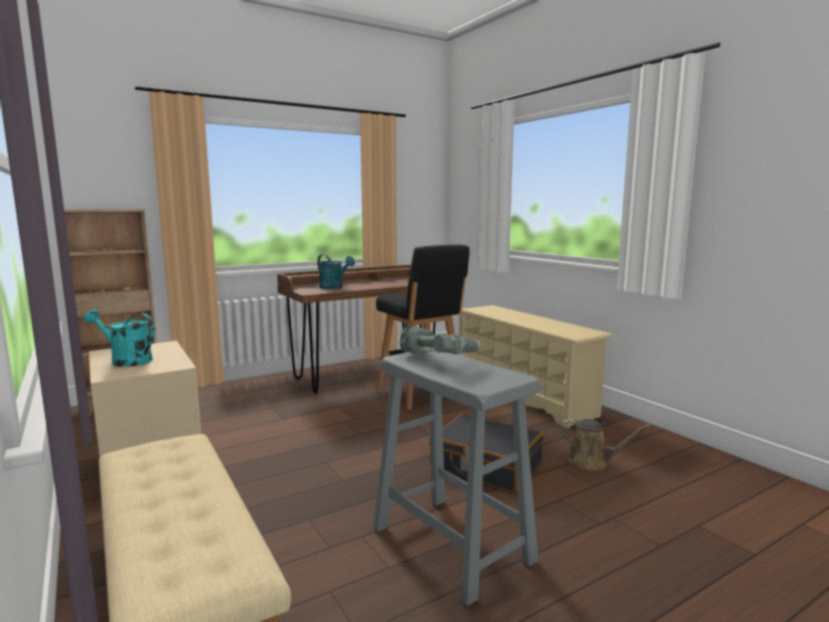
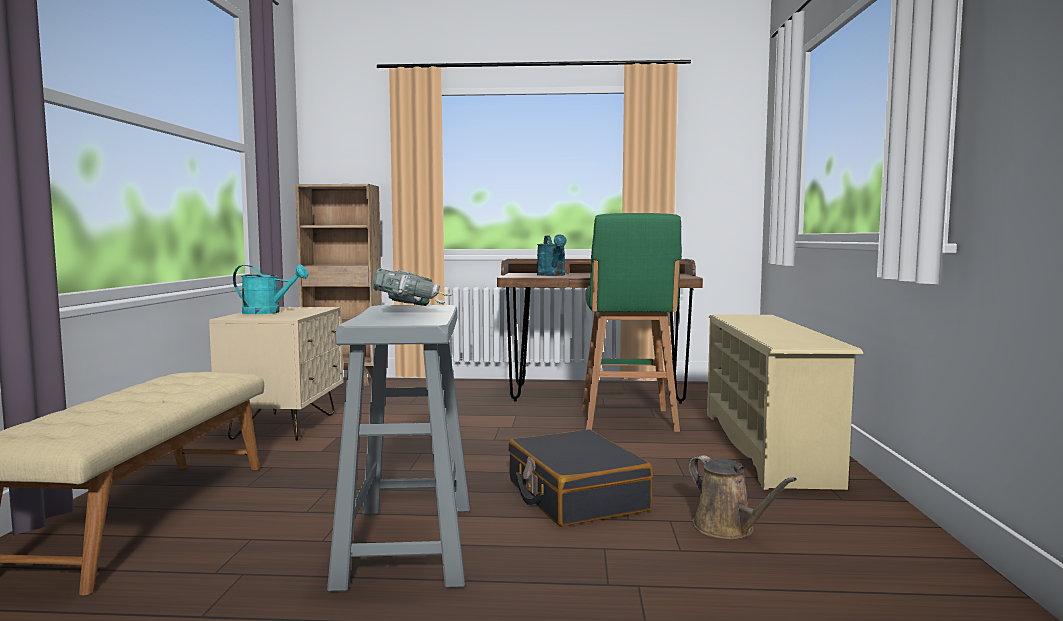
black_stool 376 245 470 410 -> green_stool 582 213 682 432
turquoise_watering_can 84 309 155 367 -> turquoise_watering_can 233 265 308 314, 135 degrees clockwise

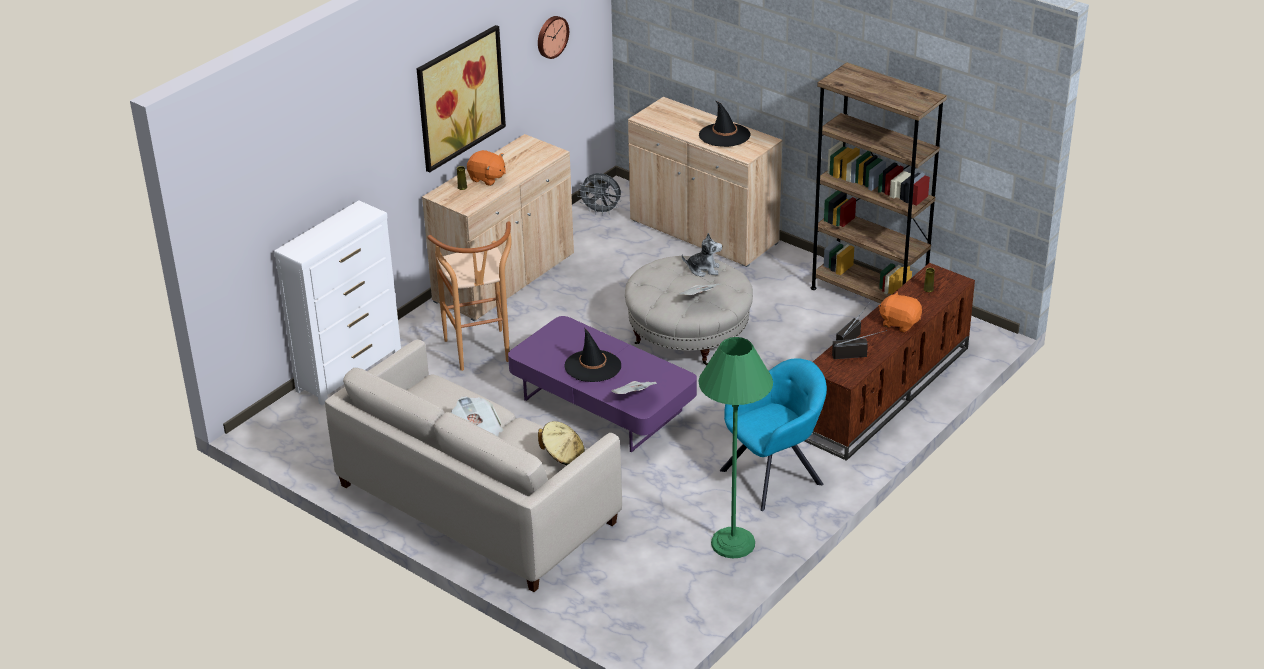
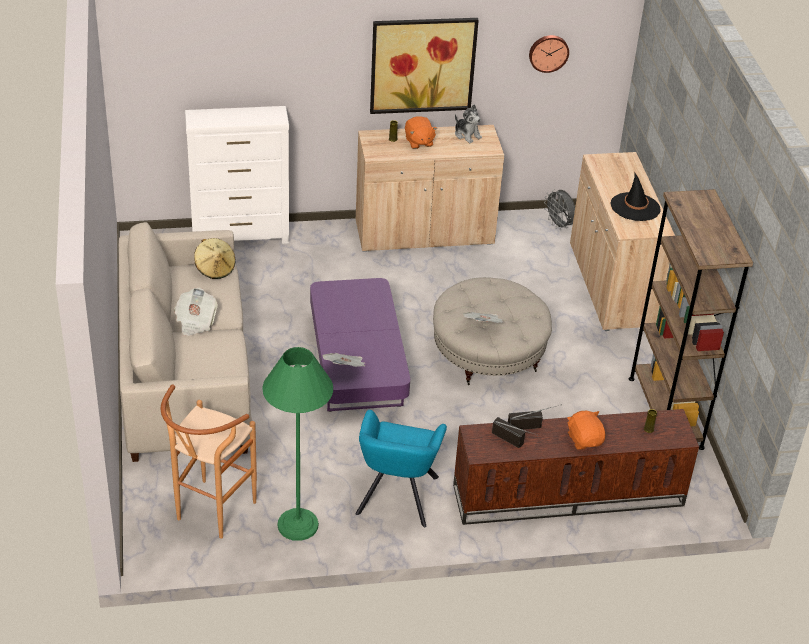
brown_stool 427 221 512 371 -> brown_stool 161 385 257 539, shifted
plush_toy 682 233 722 277 -> plush_toy 455 104 482 143, shifted
black_hat 564 327 621 382 -> none
turquoise_armchair 720 358 827 511 -> turquoise_armchair 355 410 447 527, 90 degrees clockwise
beige_hat 538 421 585 465 -> beige_hat 194 238 236 279, shifted

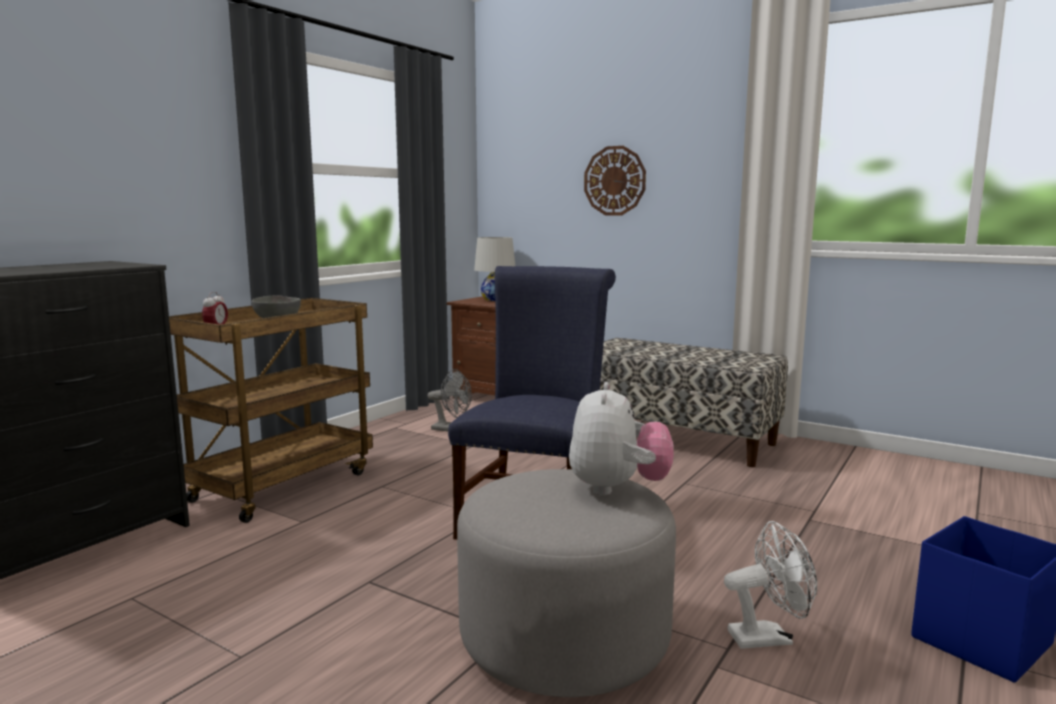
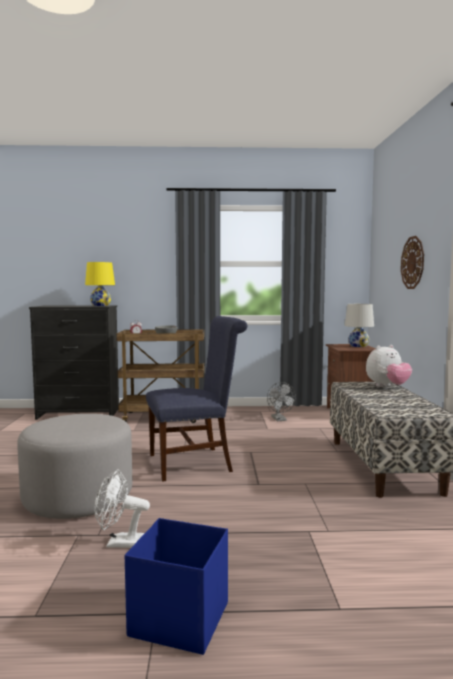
plush_toy 569 382 674 496 -> plush_toy 366 345 412 387, shifted
white_fan 724 521 817 649 -> white_fan 95 469 150 548, 135 degrees clockwise
none -> yellow_table_lamp 85 262 115 306

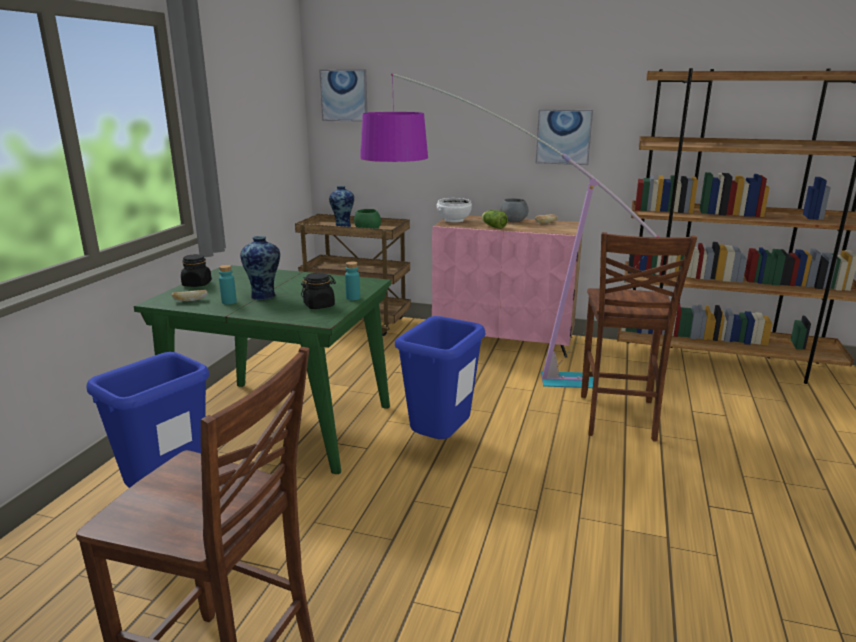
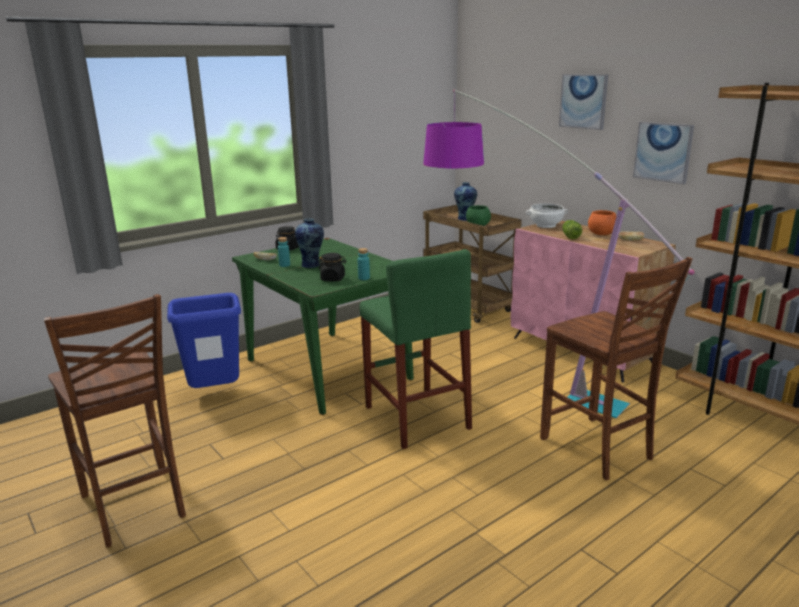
picture 319 69 368 122 -> picture 559 74 608 130, shifted
grey_bowl 500 198 528 222 -> orange_bowl 588 210 616 235
brown_chair 581 232 697 442 -> brown_chair 540 257 693 480, 75 degrees counterclockwise
blue_trash_can 395 316 486 439 -> green_stool 359 249 472 449

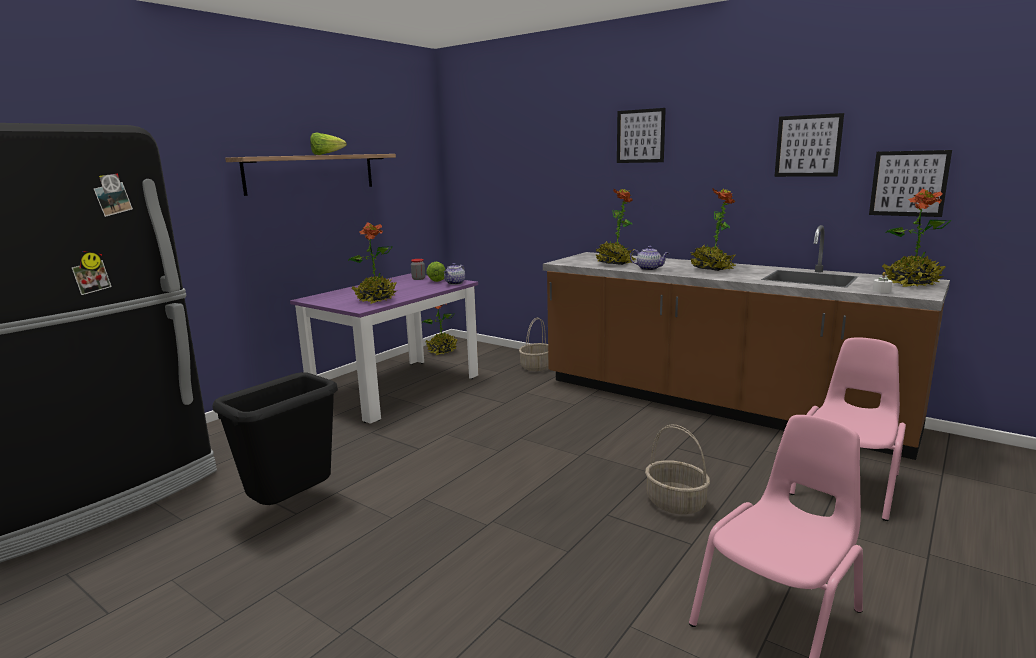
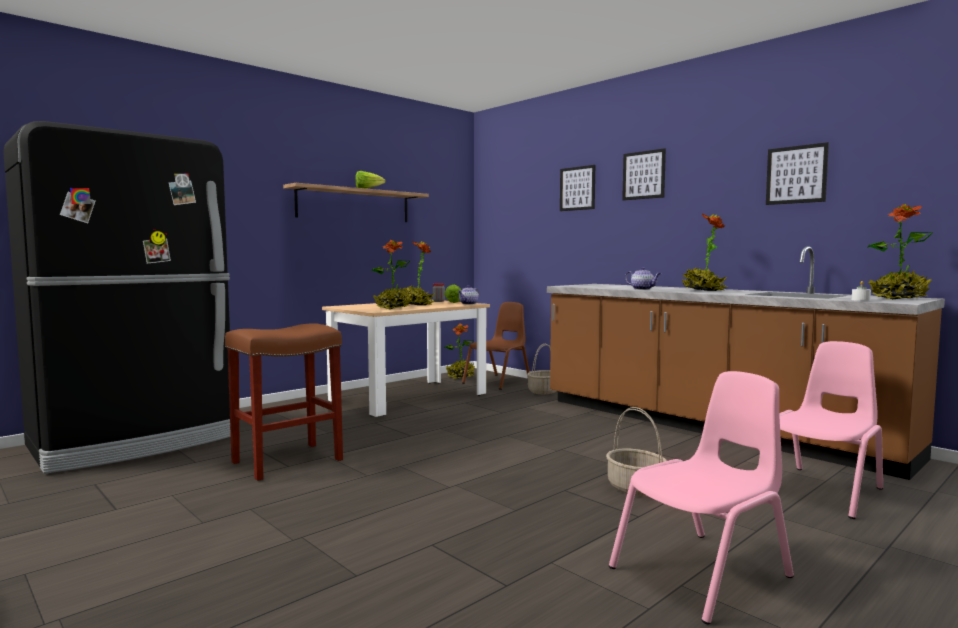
picture 869 150 952 217 -> picture 560 165 595 211, shifted
potted_plant 596 188 636 265 -> potted_plant 402 241 434 305, shifted
purple_dining_table 290 273 478 424 -> beige_dining_table 322 300 490 417
black_trash_can 213 372 338 505 -> brown_stool 225 323 343 481
none -> brown_chair 462 302 530 390

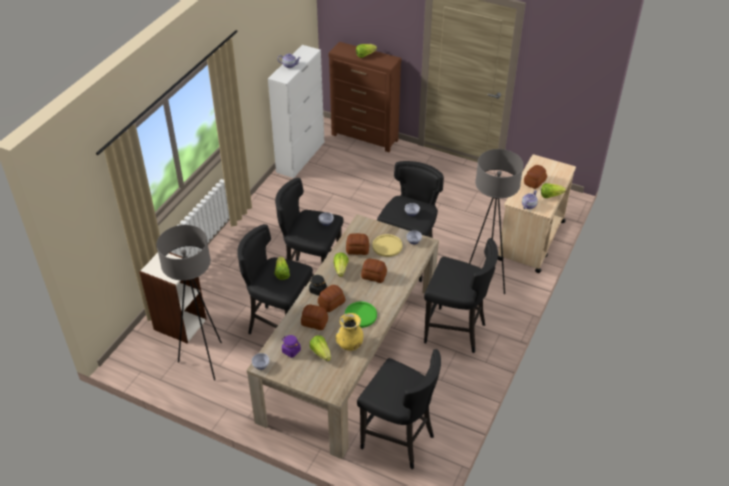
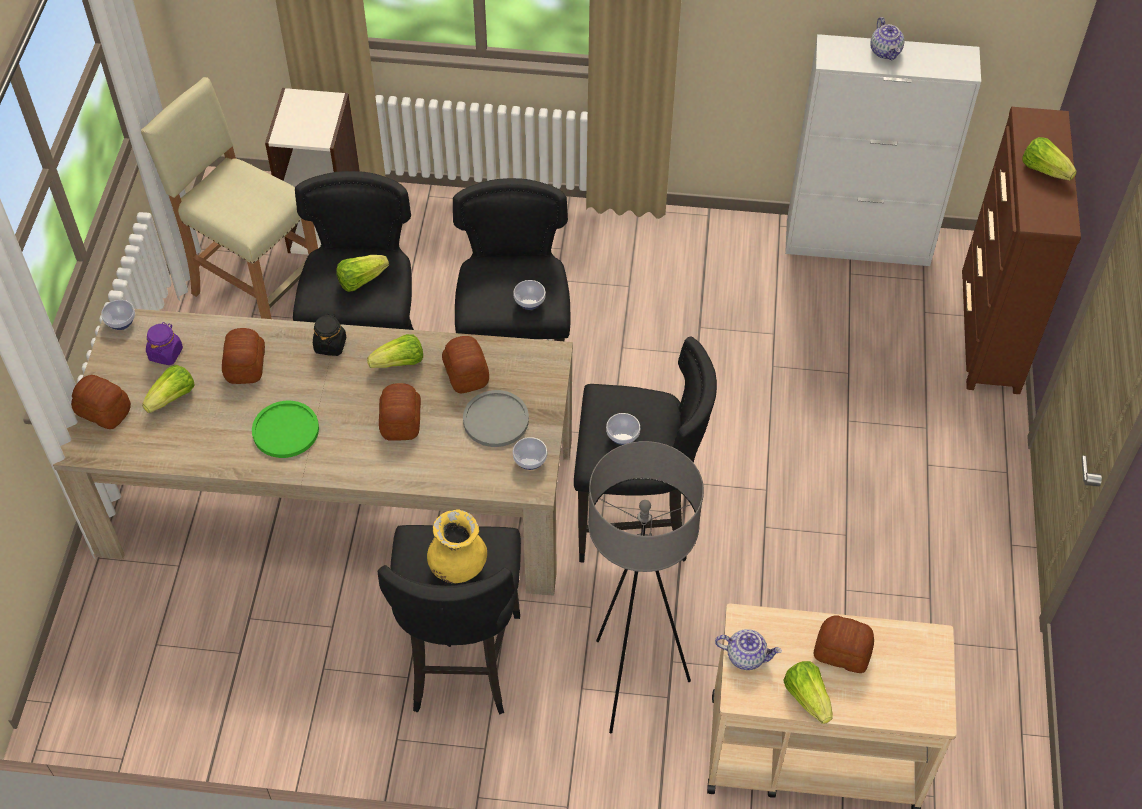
grey_floor_lamp 156 225 222 381 -> beige_stool 141 77 318 319
yellow_plate 373 234 402 257 -> grey_plate 463 390 529 447
bread 318 285 345 312 -> bread 71 375 131 429, shifted
yellow_vase 336 313 363 351 -> yellow_vase 427 509 487 584, shifted
black_stool 357 349 441 469 -> none

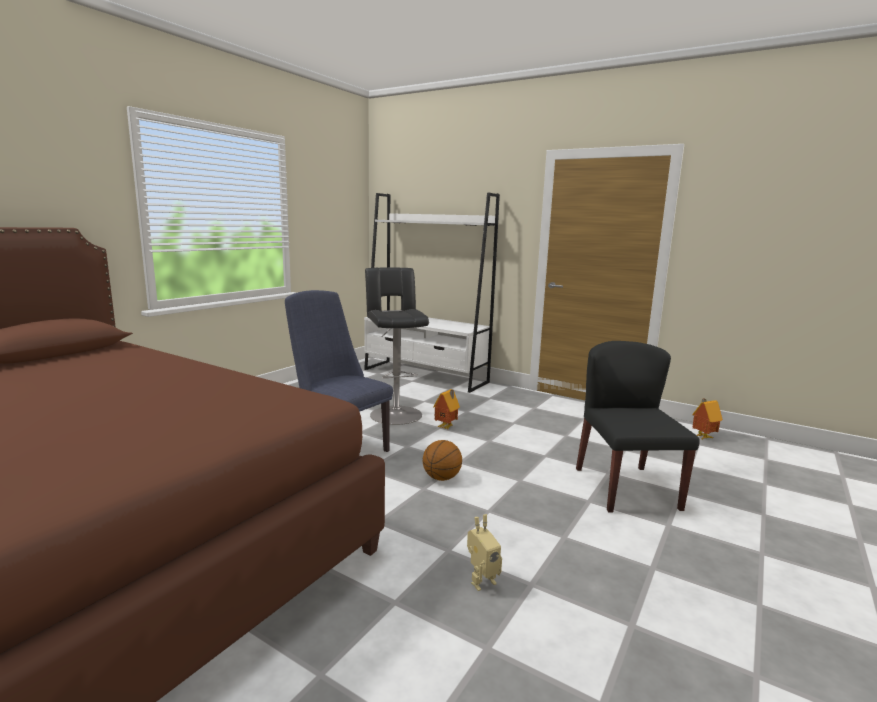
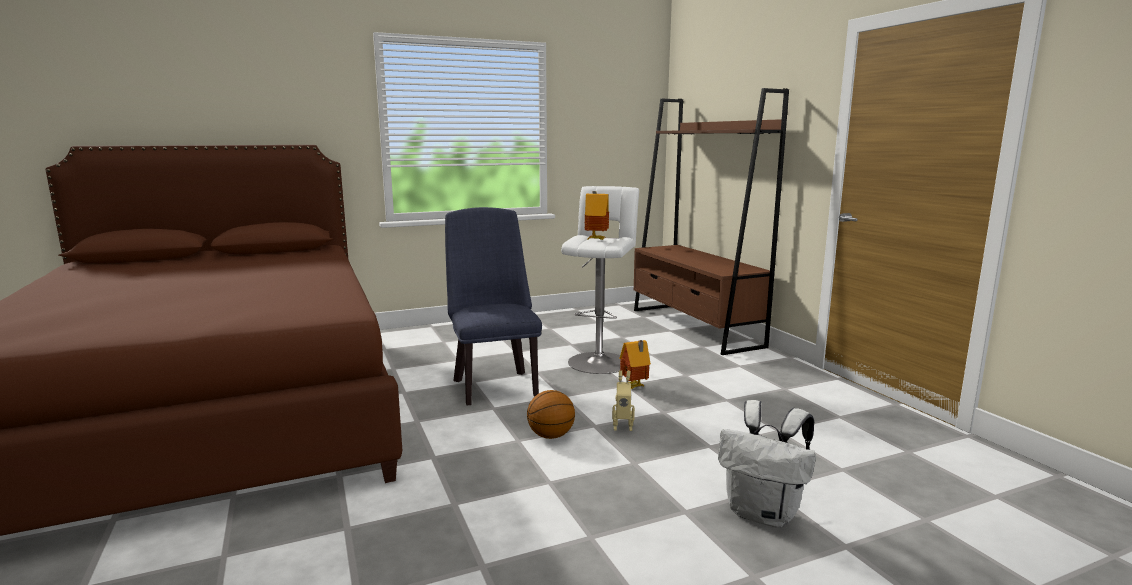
white_bookcase 364 193 500 393 -> brown_bookcase 634 88 789 355
black_stool 365 267 429 425 -> white_stool 561 186 639 374
black_chair 576 341 700 512 -> white_backpack 718 400 816 528
toy_house 692 398 723 440 -> toy_house 585 191 609 240, shifted
toy_robot 467 514 502 591 -> toy_robot 612 370 635 431, shifted

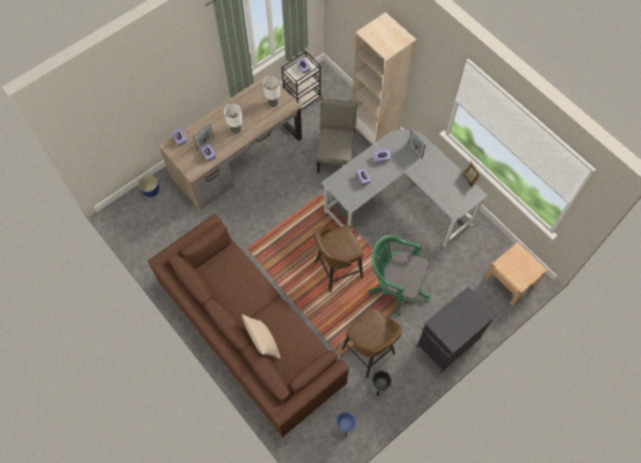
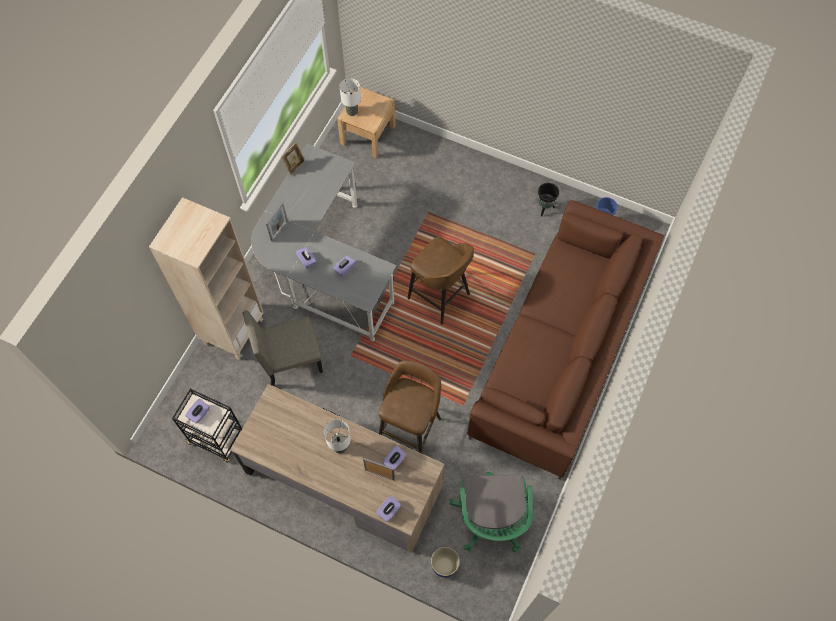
table_lamp 263 76 281 107 -> table_lamp 340 78 361 116, shifted
green_office_chair 368 235 430 317 -> green_office_chair 450 472 533 552, shifted
black_cabinet 417 286 497 373 -> none
brown_stool 342 309 402 378 -> brown_stool 379 361 441 453, shifted
beige_pillow 242 315 281 359 -> none

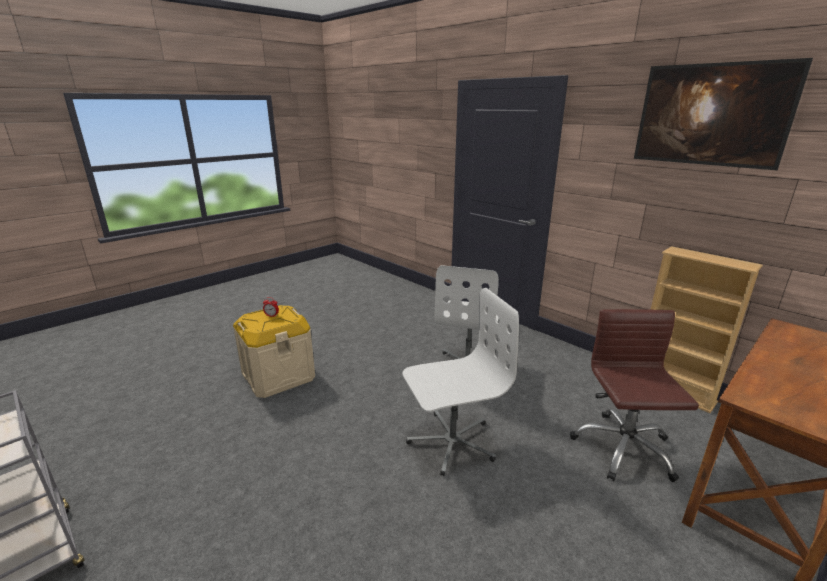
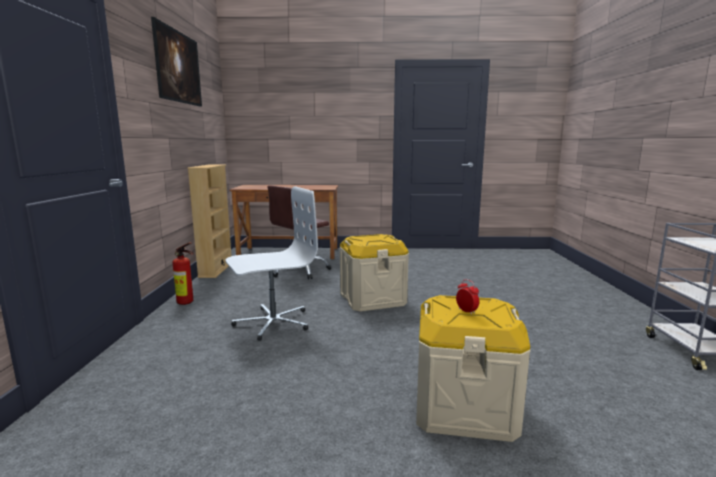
white_office_chair 403 288 519 476 -> beige_storage_box 340 234 409 312
none -> fire_extinguisher 172 242 194 305

